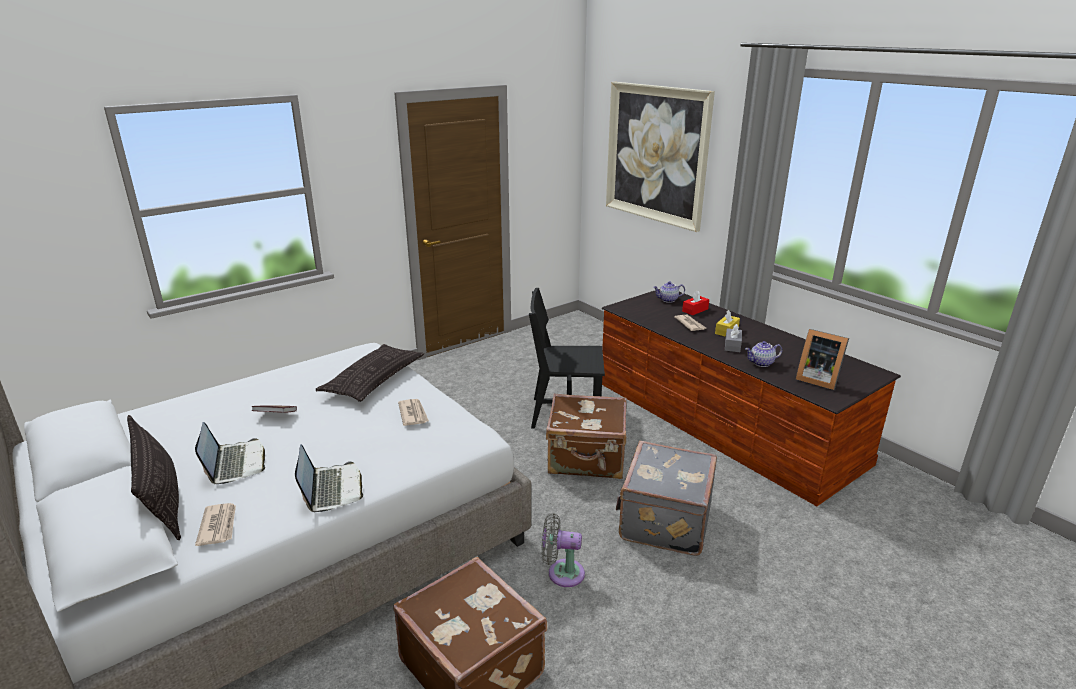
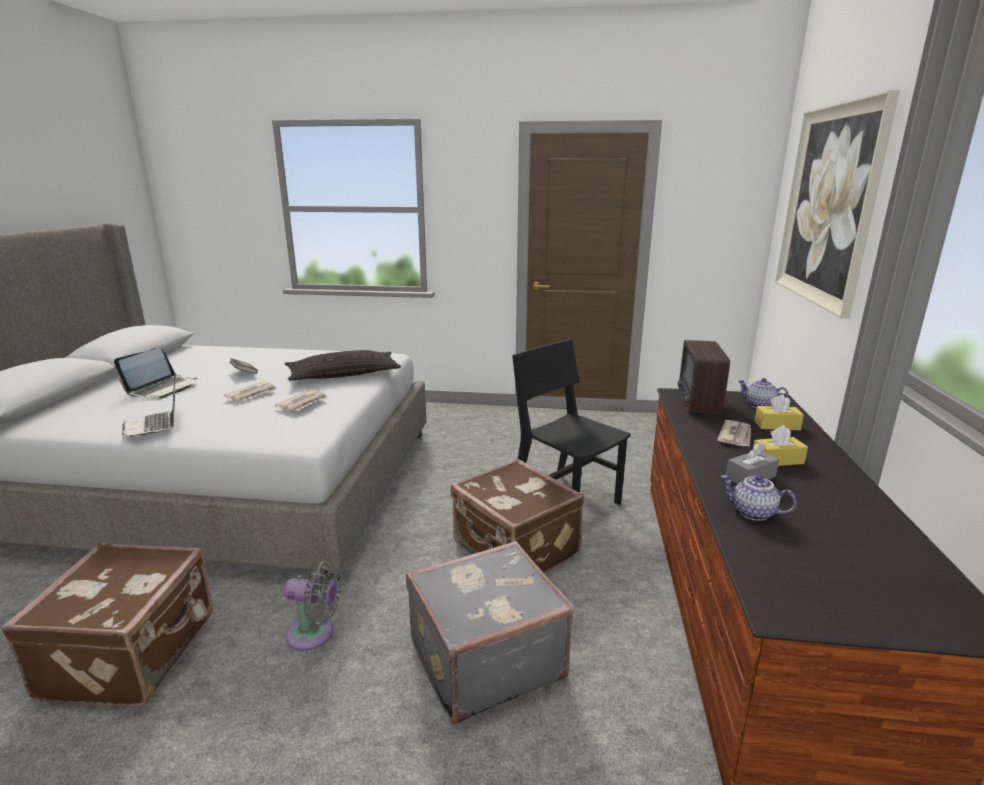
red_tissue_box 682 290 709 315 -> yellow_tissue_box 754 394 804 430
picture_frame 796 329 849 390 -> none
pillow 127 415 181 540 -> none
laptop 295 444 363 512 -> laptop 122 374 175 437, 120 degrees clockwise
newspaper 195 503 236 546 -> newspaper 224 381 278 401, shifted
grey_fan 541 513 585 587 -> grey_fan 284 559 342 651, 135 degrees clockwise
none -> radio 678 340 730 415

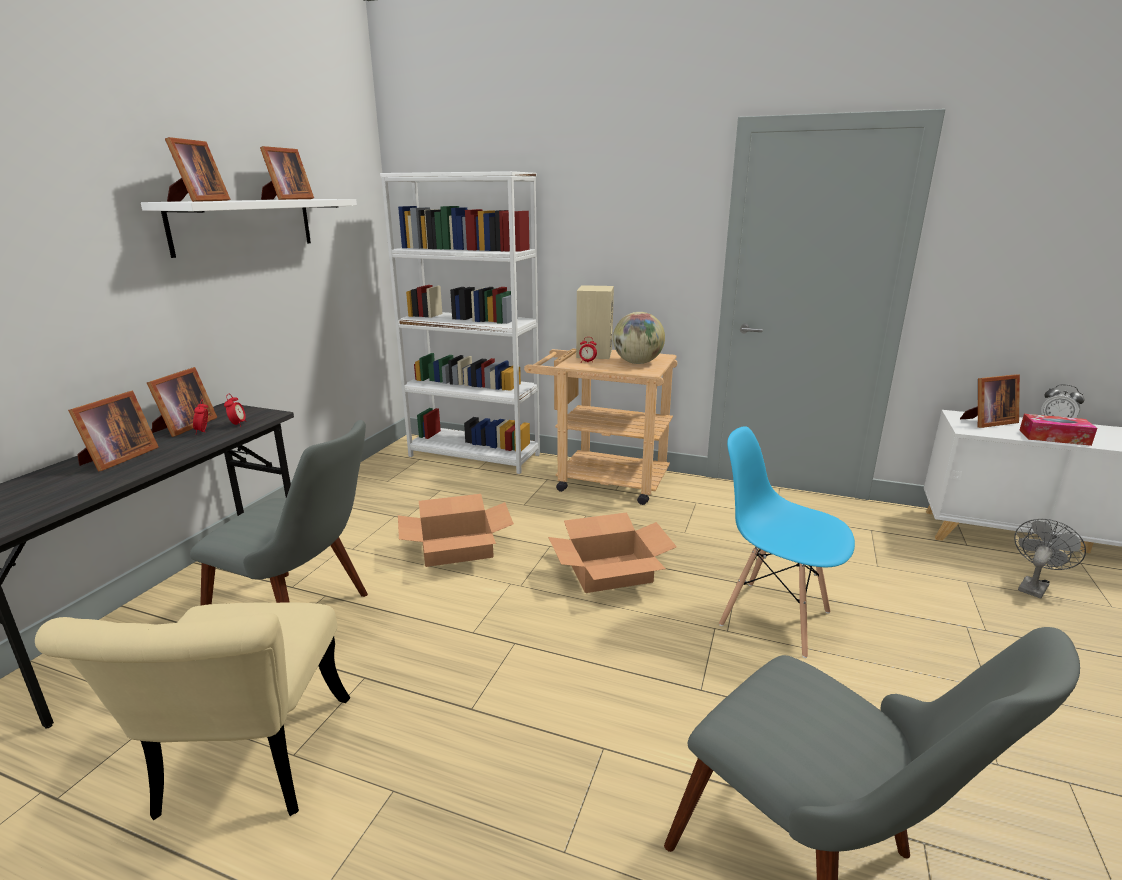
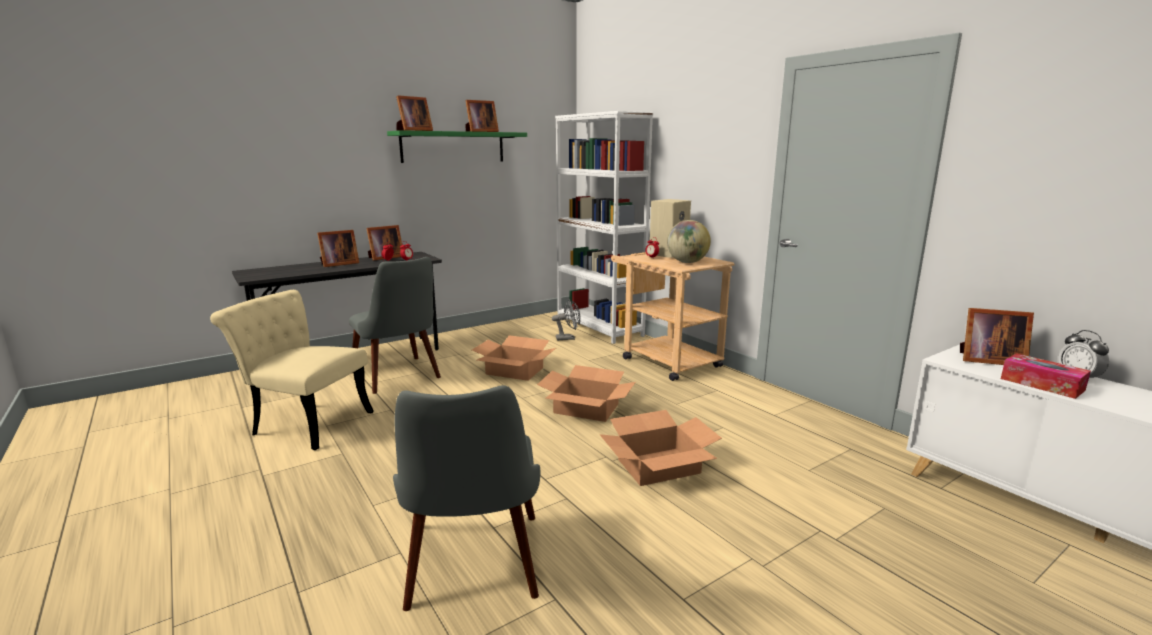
white_shelf 141 199 357 258 -> green_shelf 387 130 527 163
blue_chair 719 426 855 658 -> cardboard_box 599 410 722 486
grey_fan 1014 519 1086 599 -> grey_fan 552 299 581 340, shifted
beige_chair 35 602 351 820 -> beige_chair 210 290 374 450, 75 degrees clockwise

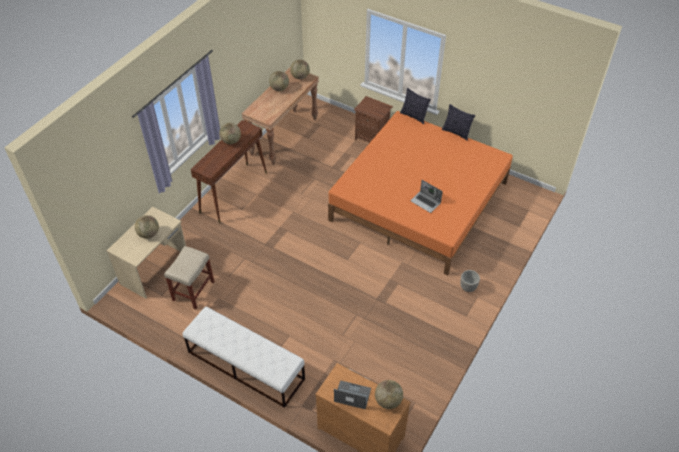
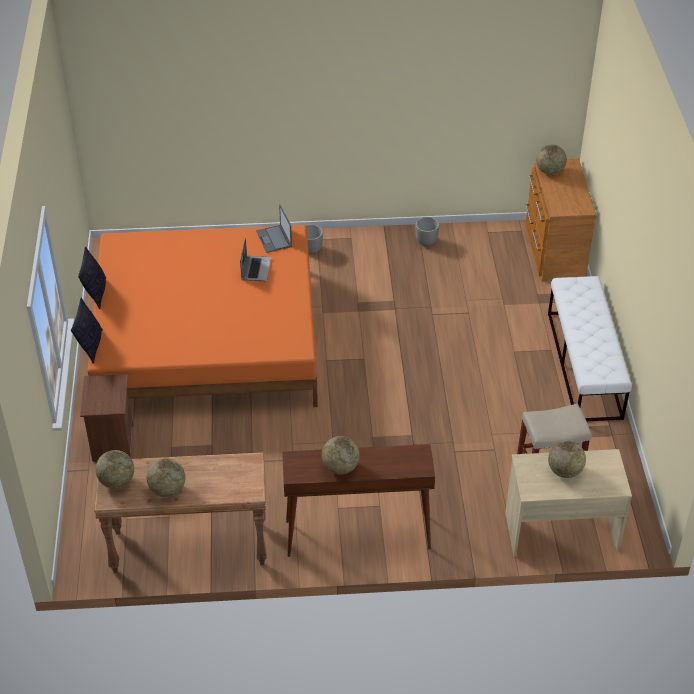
laptop 334 380 371 410 -> laptop 256 204 292 253, shifted
none -> planter 415 217 439 246

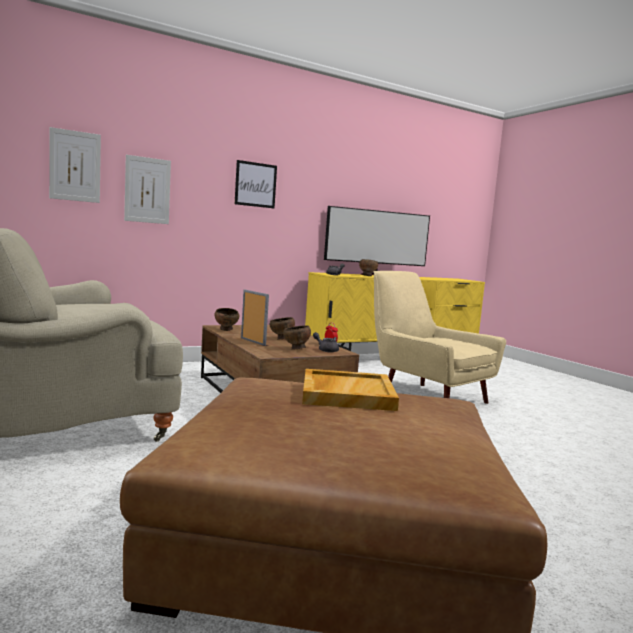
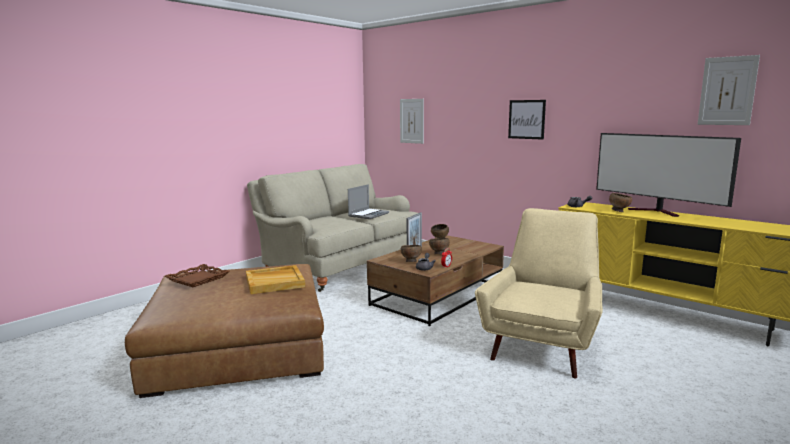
picture 124 155 171 224 -> picture 698 55 760 125, shifted
none -> laptop 348 184 389 219
none -> brown_tray 165 264 230 287

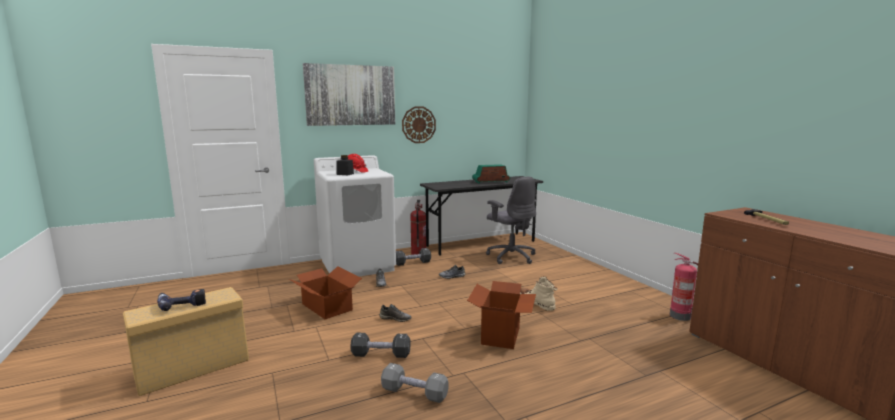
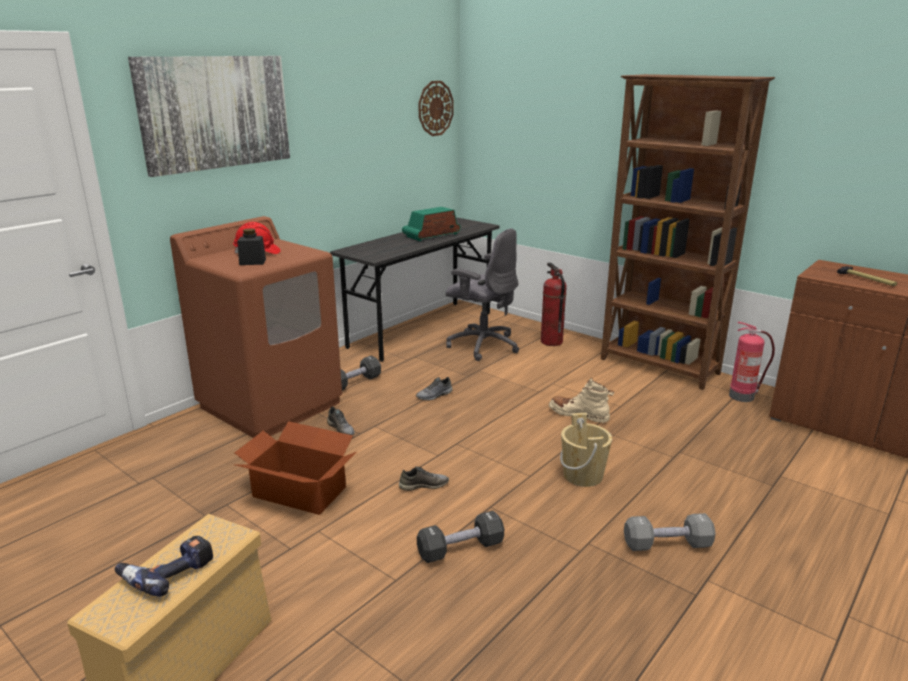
wall_clock 402 107 436 143 -> wall_clock 418 81 454 136, shifted
white_washing_machine 314 155 396 277 -> brown_washing_machine 170 216 342 438
fire_extinguisher 410 200 426 255 -> fire_extinguisher 541 262 567 346, shifted
cardboard_box 467 281 536 349 -> beige_bucket 560 413 612 487
grey_dumbbell 381 363 449 403 -> grey_dumbbell 624 513 716 551, shifted
none -> brown_bookcase 601 74 775 390

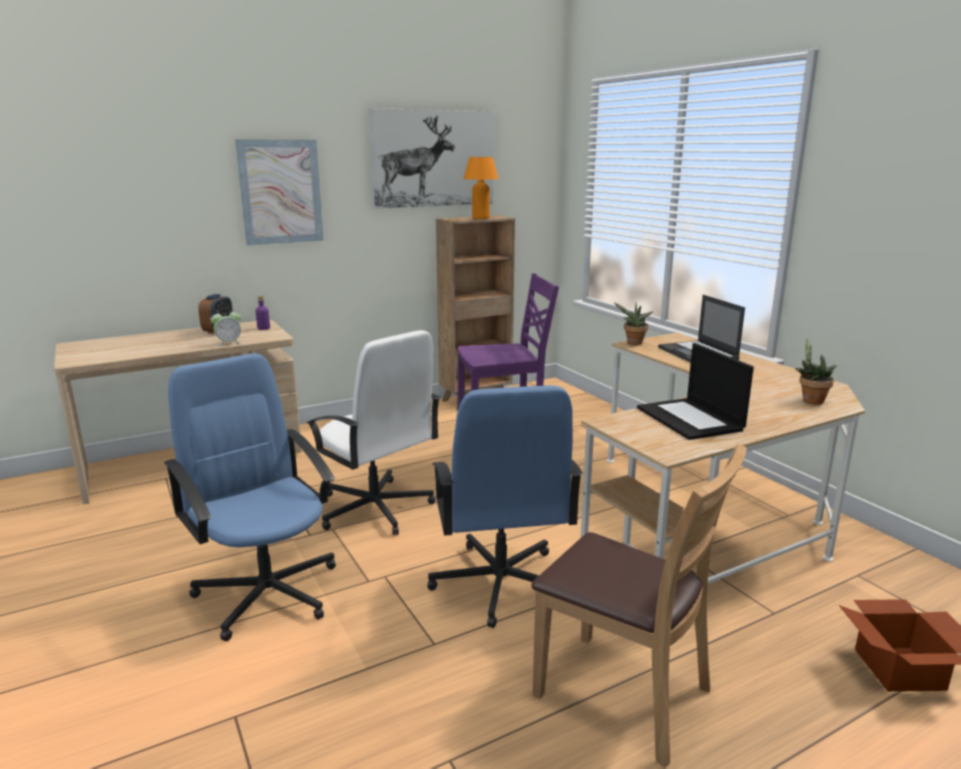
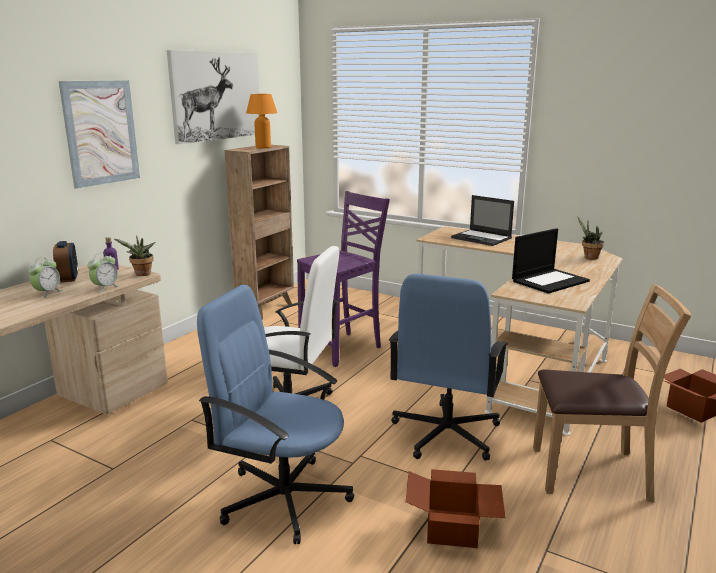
potted_plant 614 303 654 345 -> potted_plant 115 235 156 276, shifted
laptop 637 343 754 440 -> laptop 512 228 590 294, 75 degrees counterclockwise
blue_office_chair 427 385 583 628 -> blue_office_chair 389 274 508 461, 60 degrees clockwise
none -> alarm_clock 28 257 63 298
none -> cardboard_box 406 469 506 548

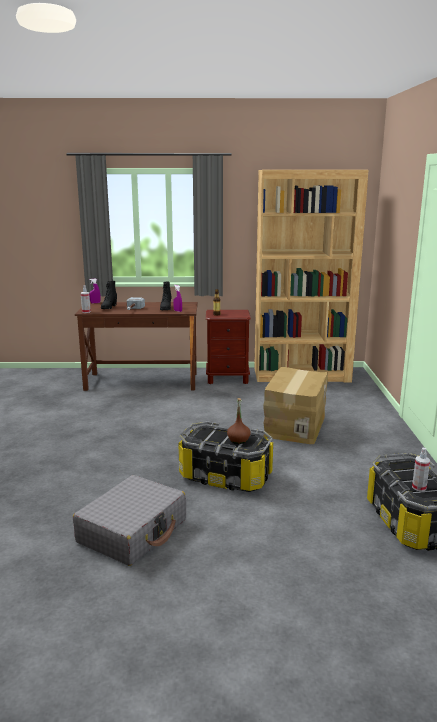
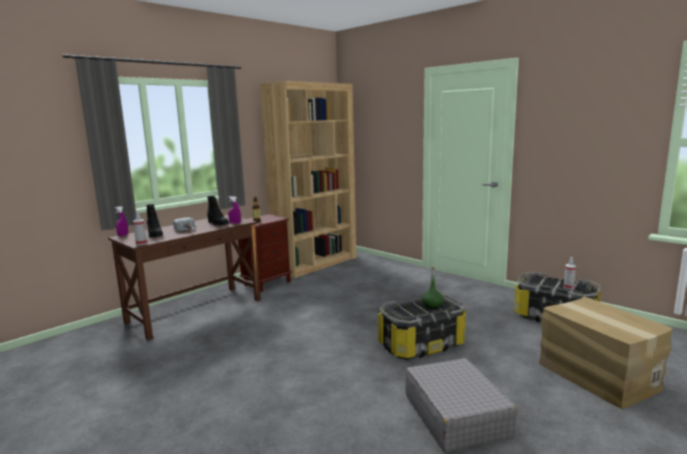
cardboard_box 263 367 328 444 -> cardboard_box 539 297 672 409, shifted
brown_bottle 227 398 251 444 -> green_bottle 422 266 444 309

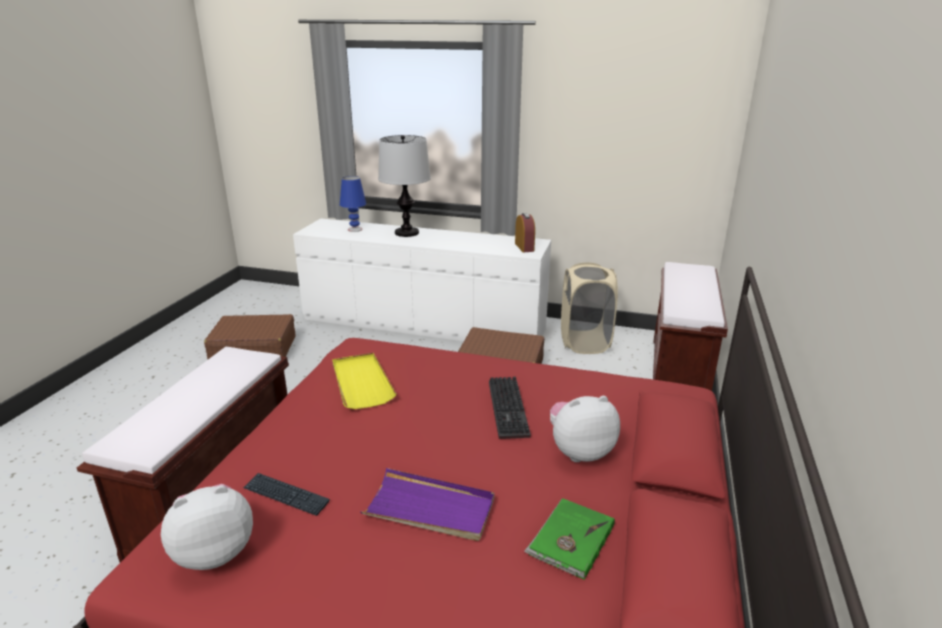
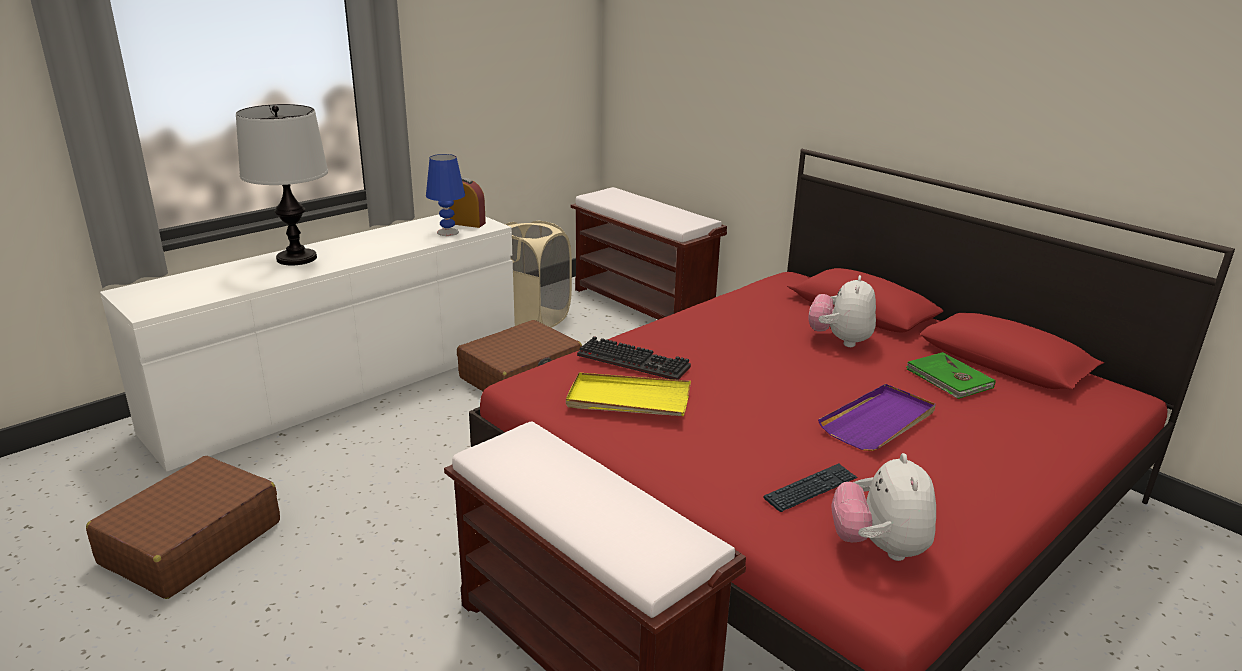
blue_table_lamp 340 176 366 232 -> blue_table_lamp 426 154 465 236, shifted
keyboard 489 376 531 439 -> keyboard 577 336 691 380, shifted

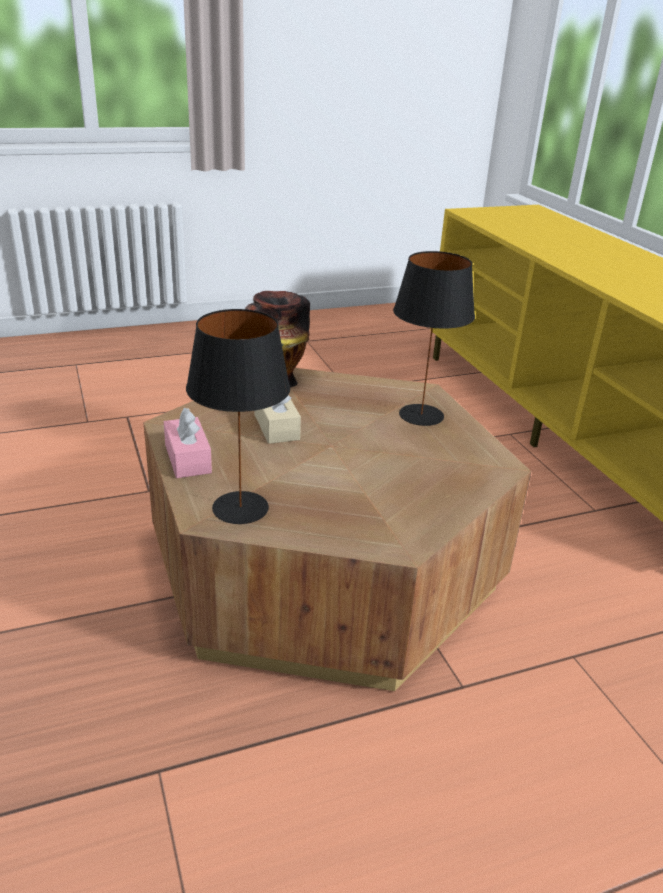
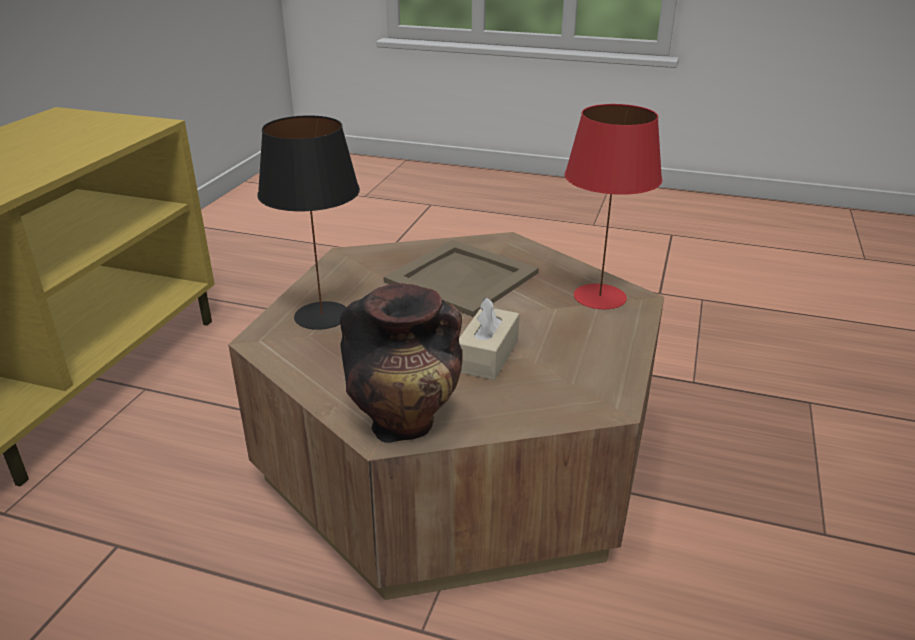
black_table_lamp 186 309 290 524 -> red_table_lamp 564 104 662 309
pink_tissue_box 164 408 212 478 -> none
none -> beige_tray 383 240 539 317

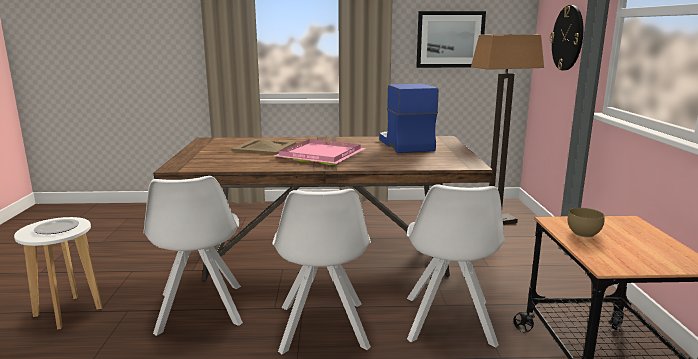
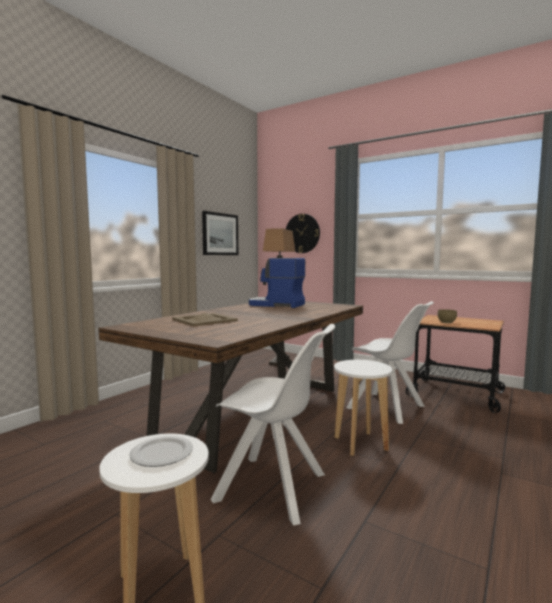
pink_tray 274 139 366 165 -> none
white_chair 272 189 371 354 -> white_stool 334 360 393 456

